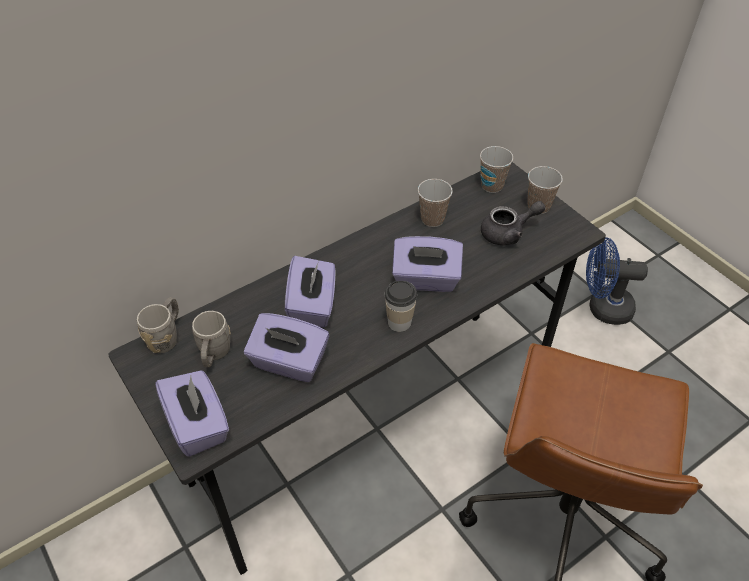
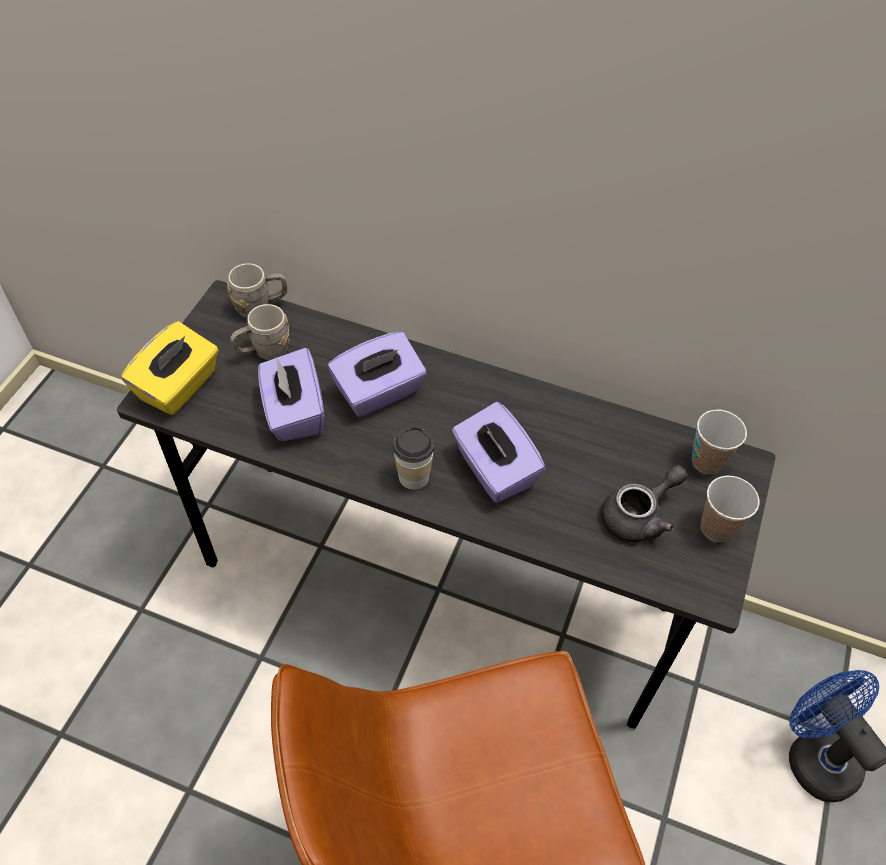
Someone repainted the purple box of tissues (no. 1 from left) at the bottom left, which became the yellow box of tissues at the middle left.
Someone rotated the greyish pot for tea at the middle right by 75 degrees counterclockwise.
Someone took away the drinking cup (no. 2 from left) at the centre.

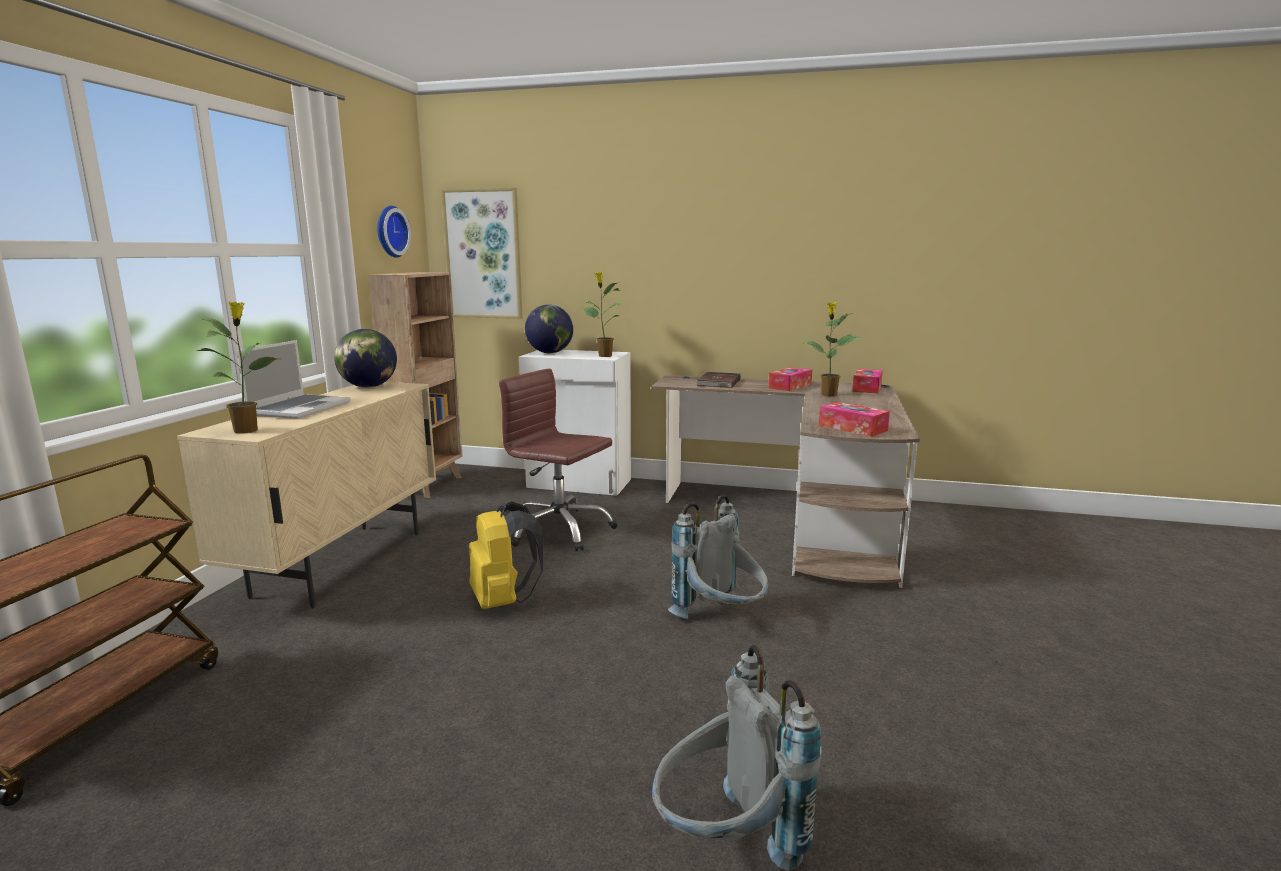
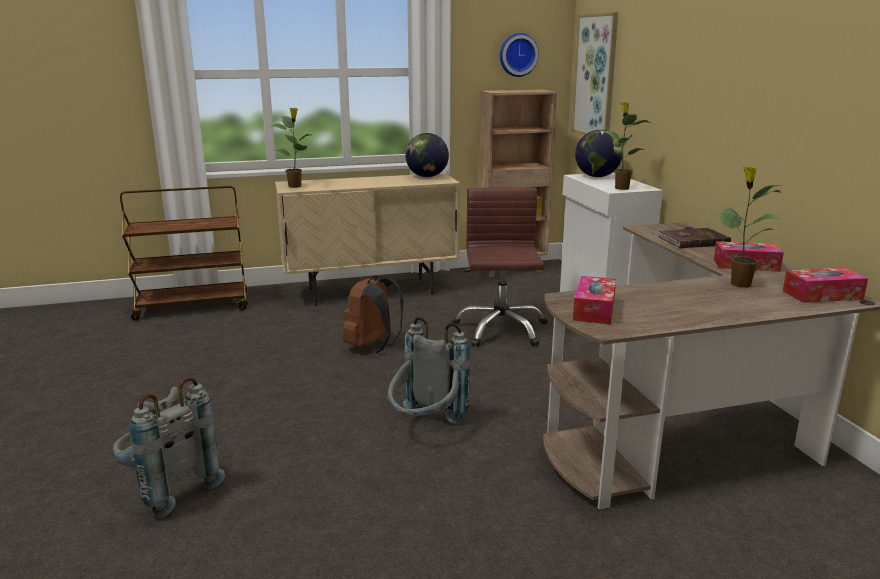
Someone repainted the yellow backpack at the centre, which became the brownish backpack at the centre.
Someone took away the laptop at the middle left.

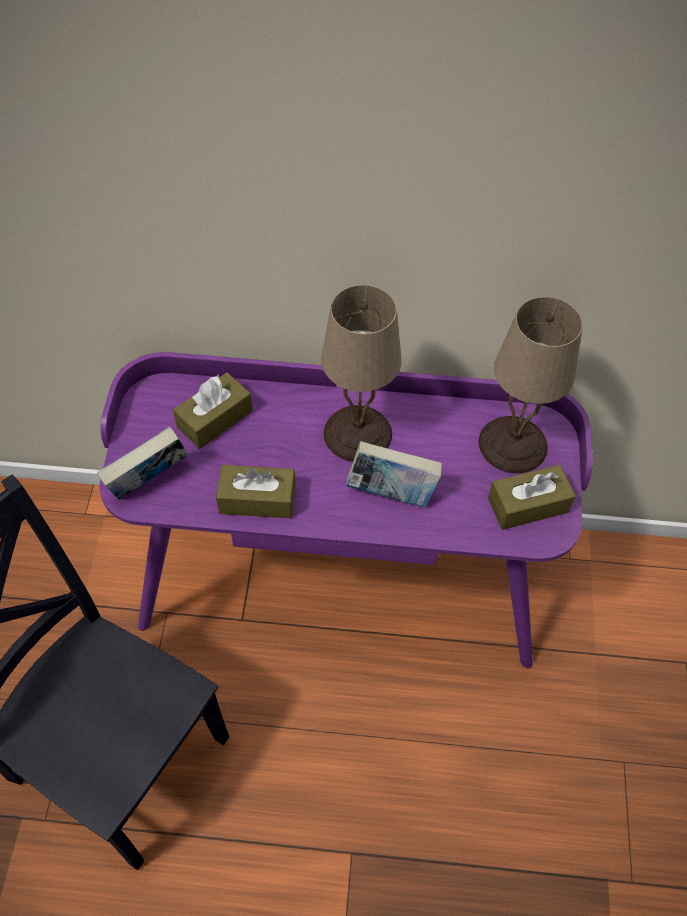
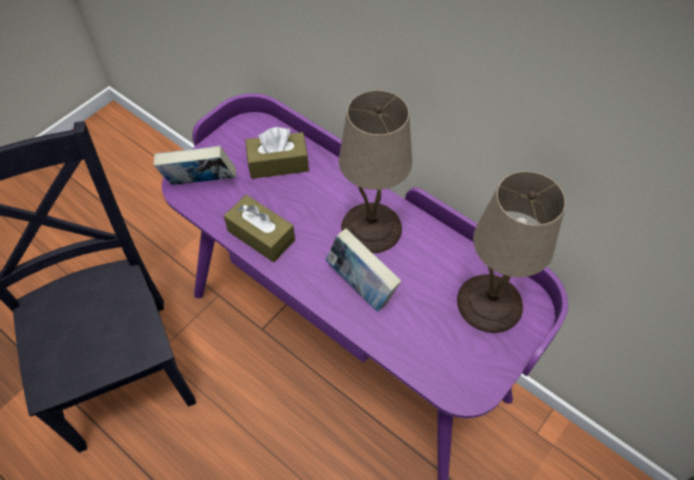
Someone took away the brownish box of tissues (no. 3 from left) at the middle right.

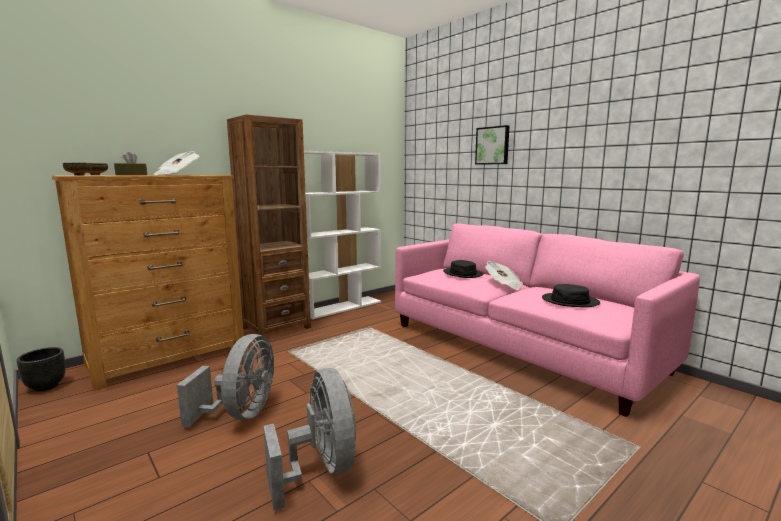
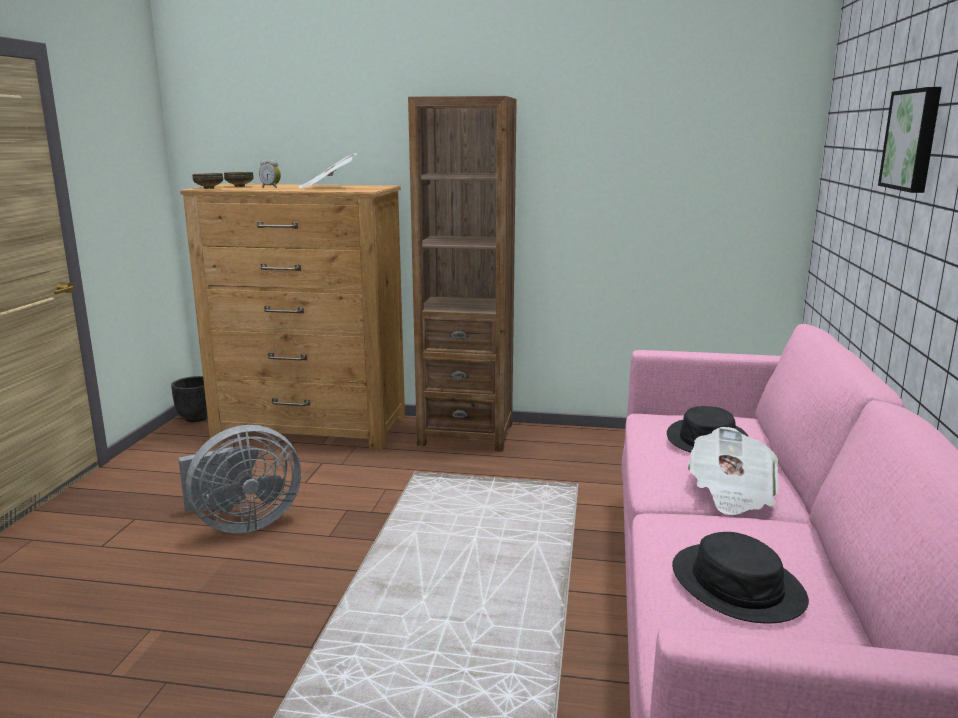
Someone swapped the brownish box of tissues at the top left for the bedside clock at the top left.
Someone took away the greyish electric fan (no. 2 from left) at the bottom centre.
Someone took away the white bookcase at the centre.

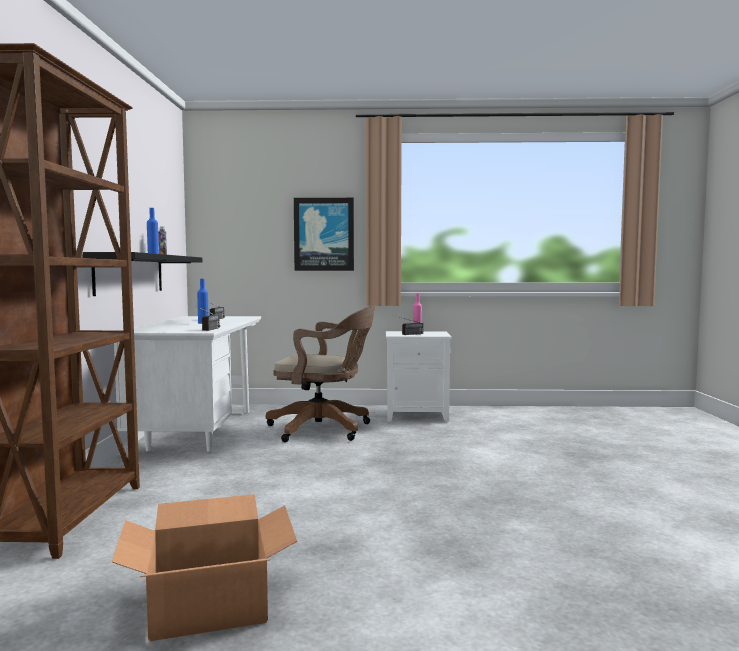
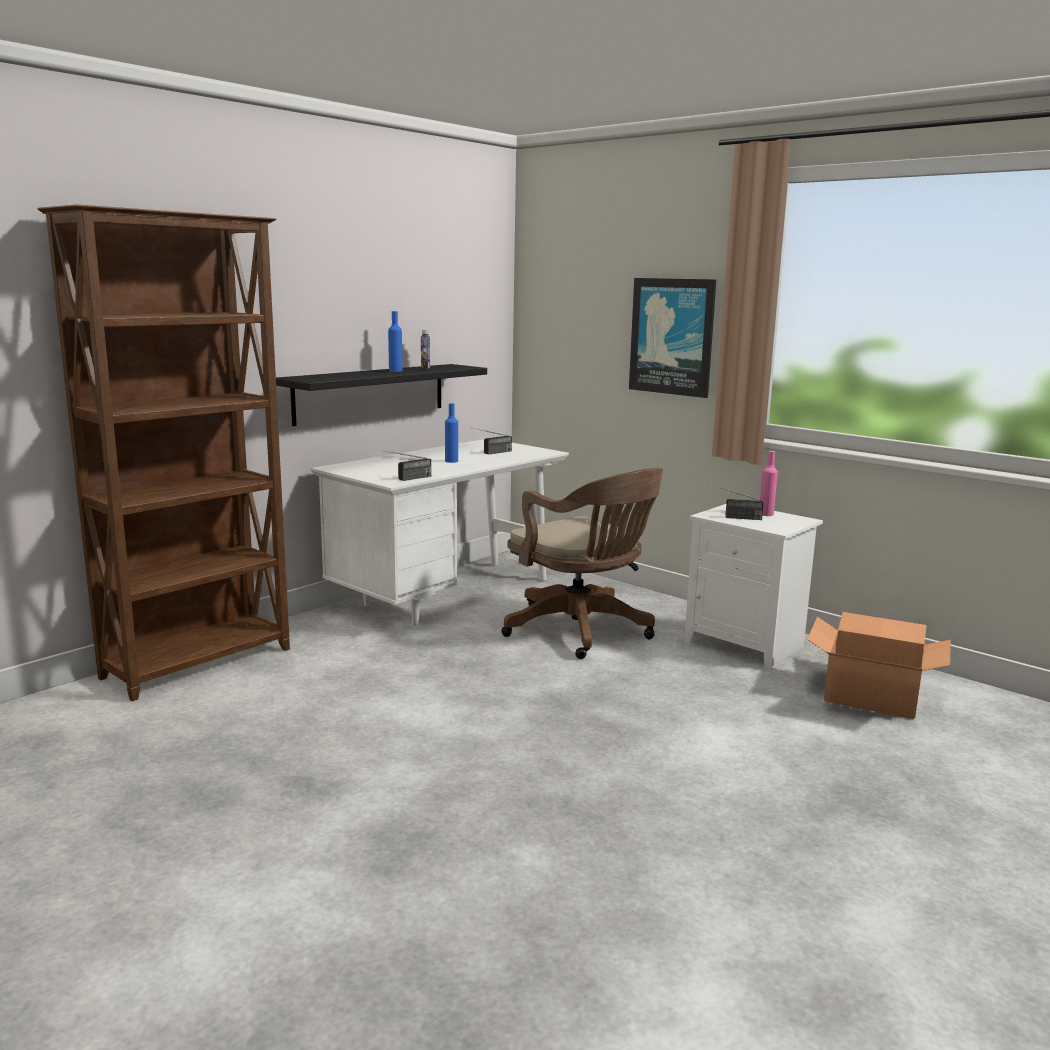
Someone carried the carton from the bottom left to the middle right.

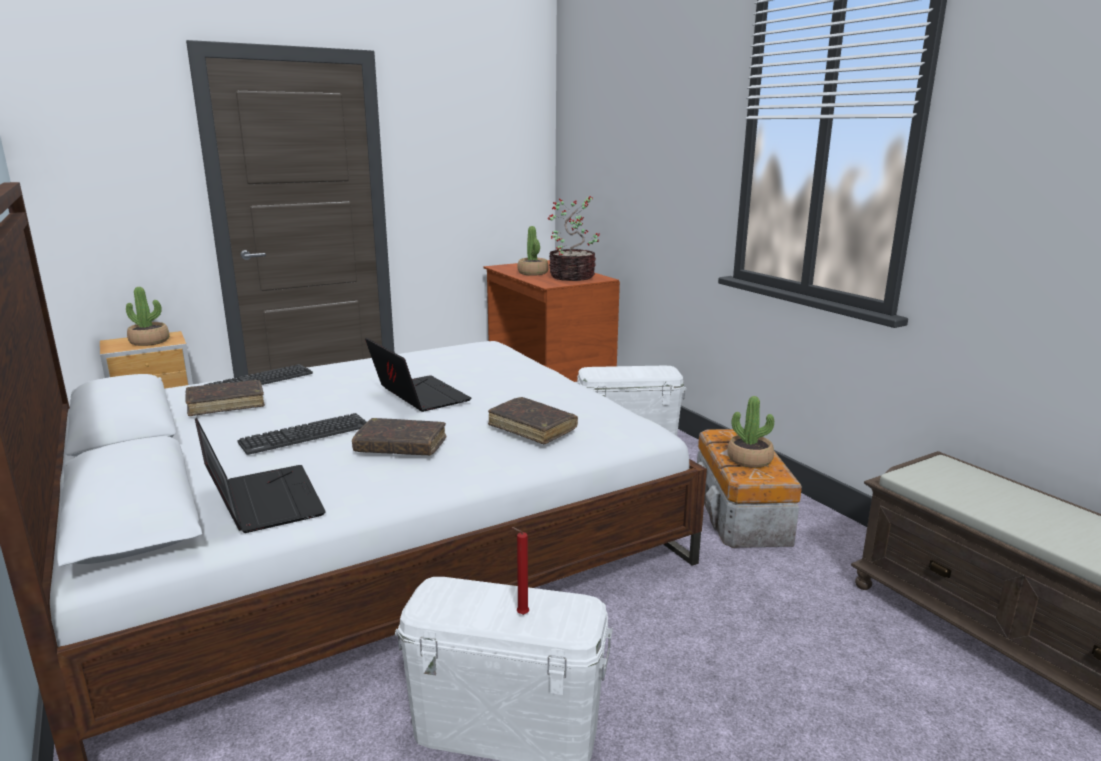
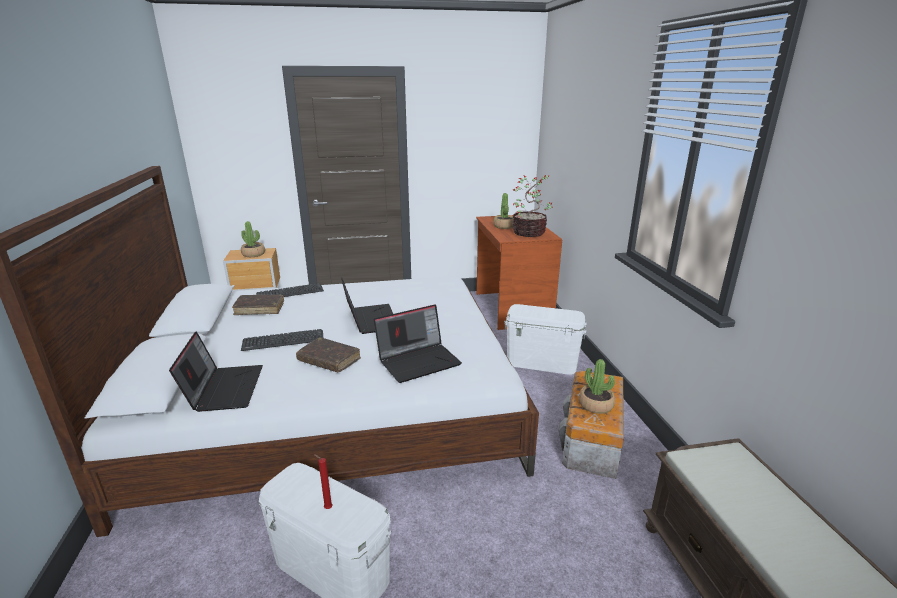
Someone swapped the brownish bound book (no. 3 from left) at the centre for the laptop (no. 3 from left) at the centre.

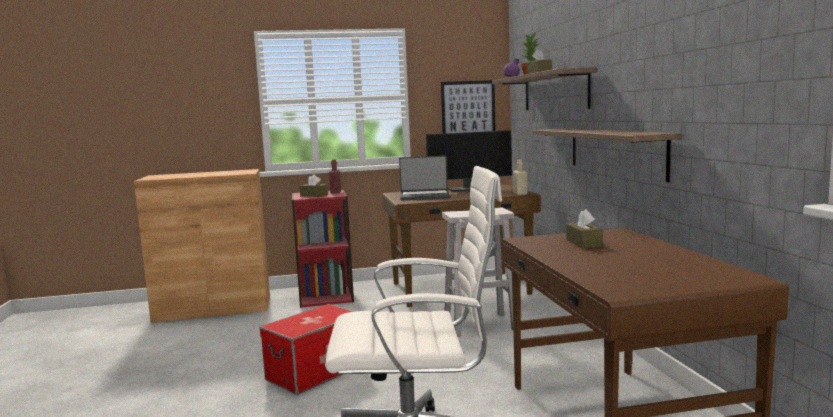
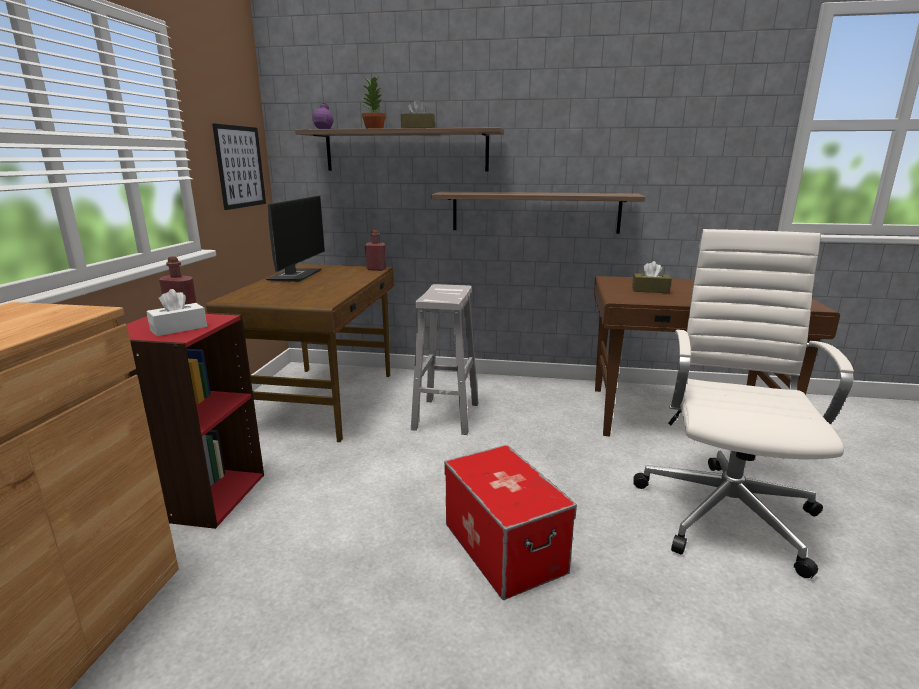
Someone repainted the brownish box of tissues (no. 1 from left) at the centre, which became the white box of tissues at the middle left.
Someone repainted the beige-coloured beverage bottle at the centre, which became the red beverage bottle (no. 2 from left) at the centre.
Someone took away the laptop at the centre.

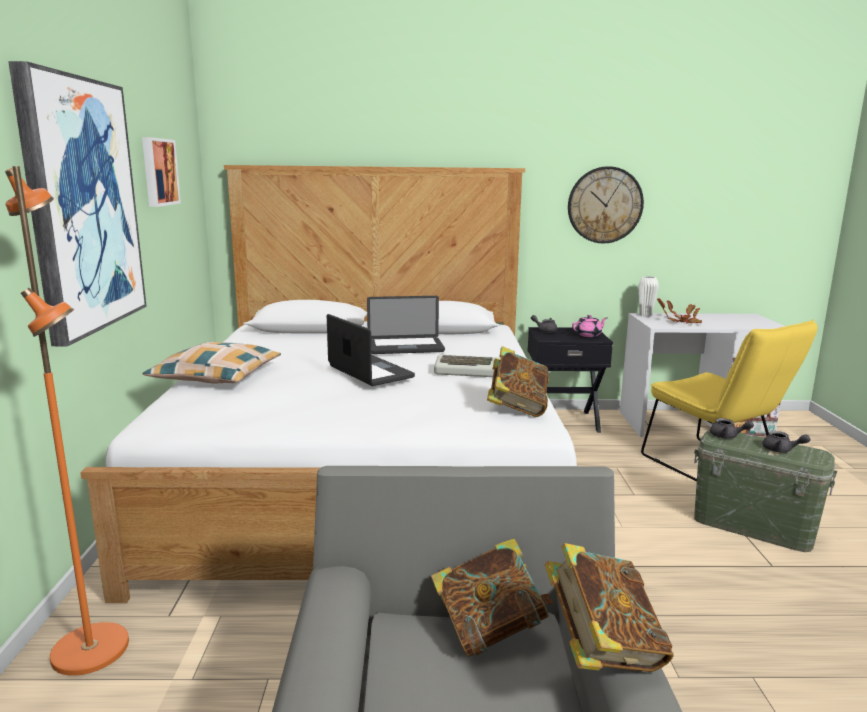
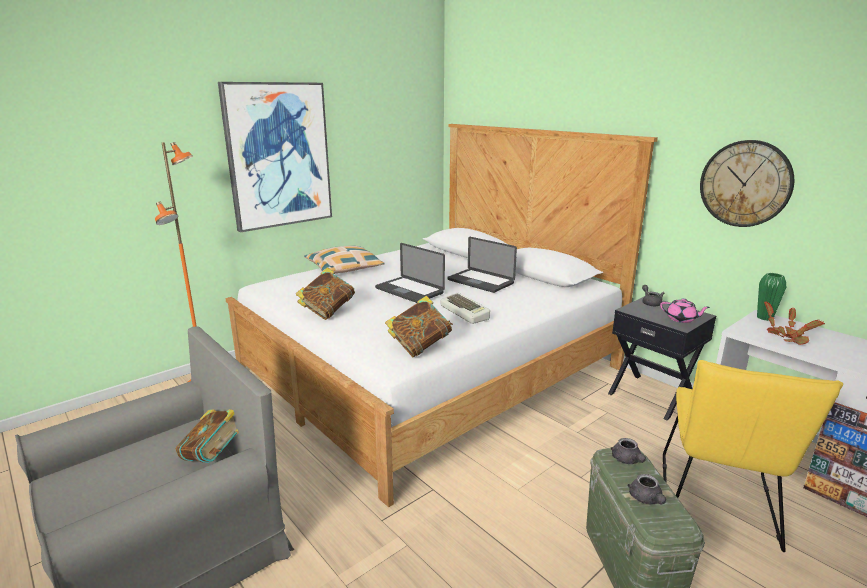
Someone carried the bound book (no. 3 from left in the first image) from the bottom right to the centre.
Someone rotated the laptop (no. 1 from left) at the centre by 120 degrees clockwise.
Someone repainted the white flower vase at the middle right, which became the green-coloured flower vase at the middle right.
Someone took away the wall art (no. 2 from left) at the top left.

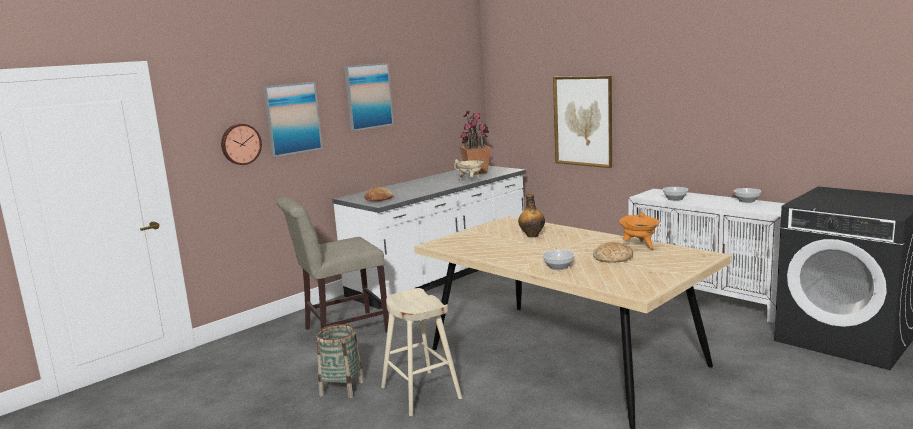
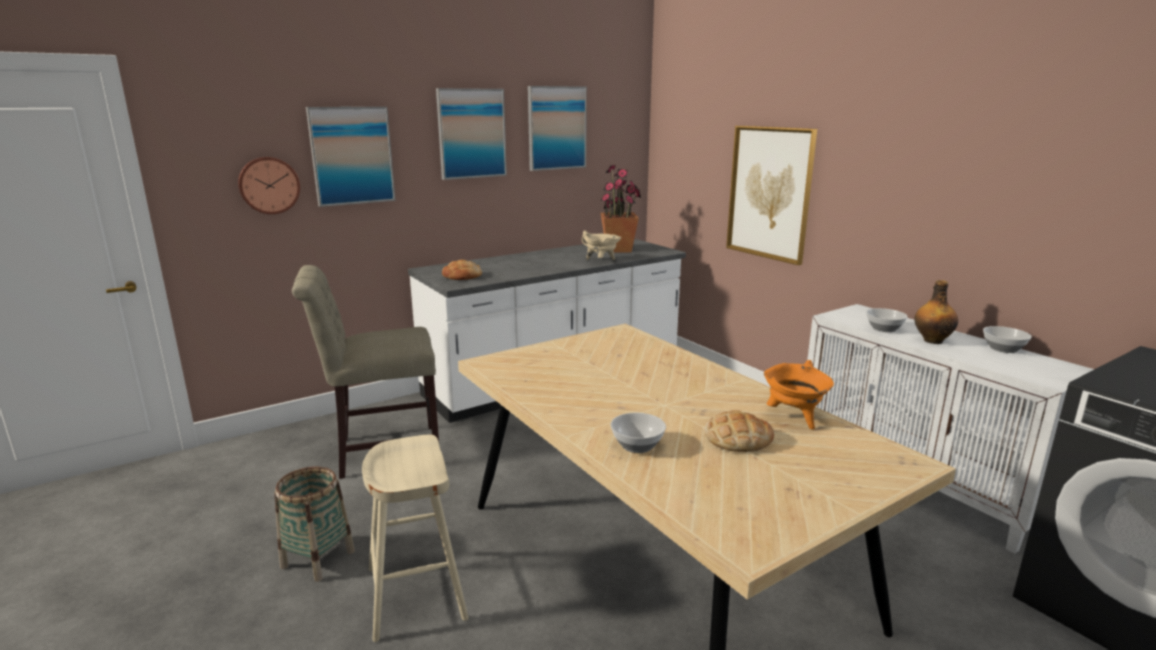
Someone put up the wall art (no. 3 from left) at the top centre.
Someone carried the beverage bottle from the centre to the middle right.

